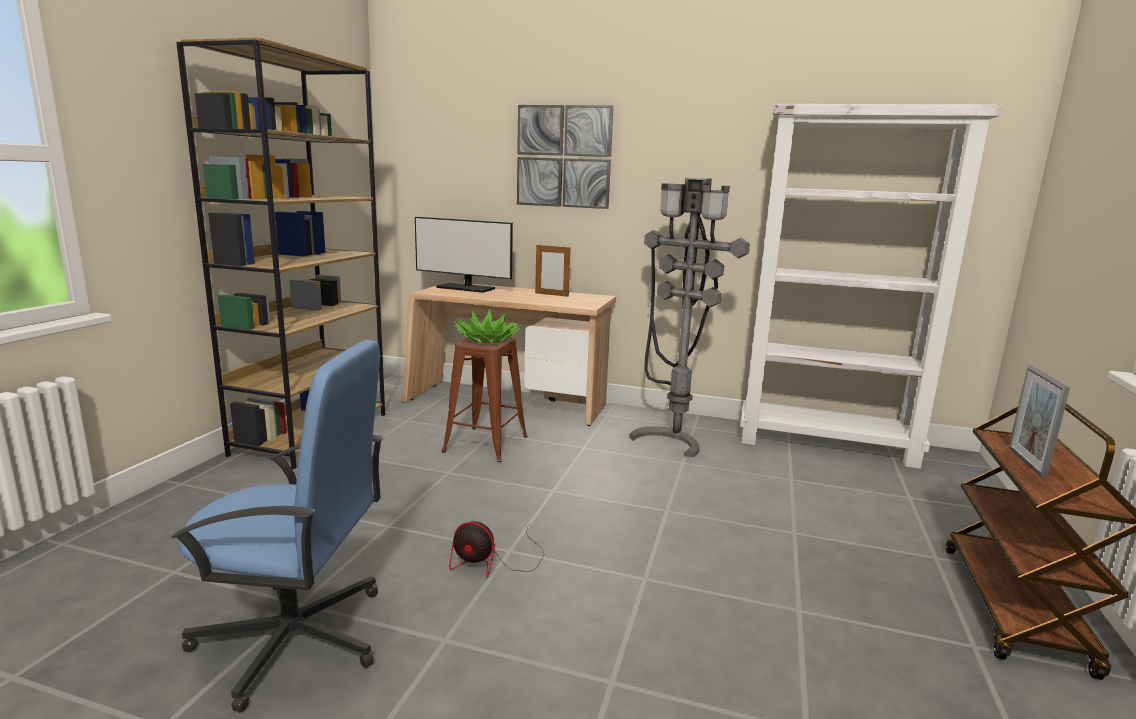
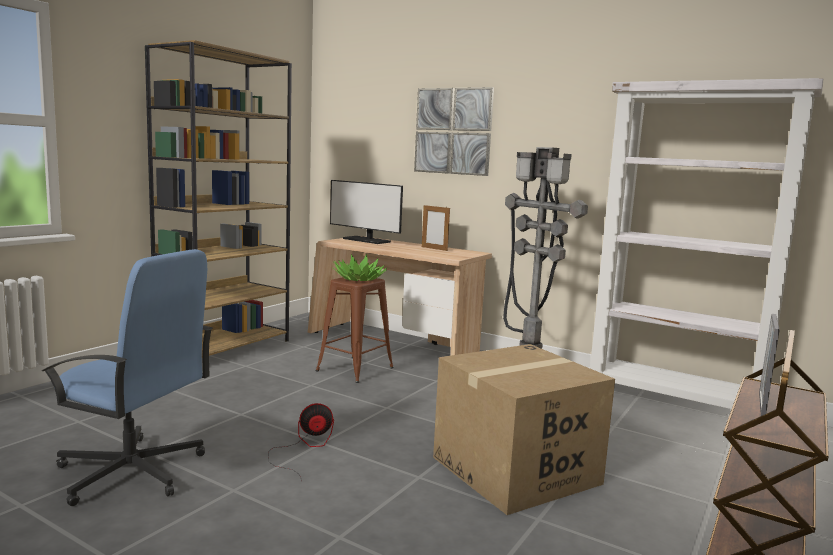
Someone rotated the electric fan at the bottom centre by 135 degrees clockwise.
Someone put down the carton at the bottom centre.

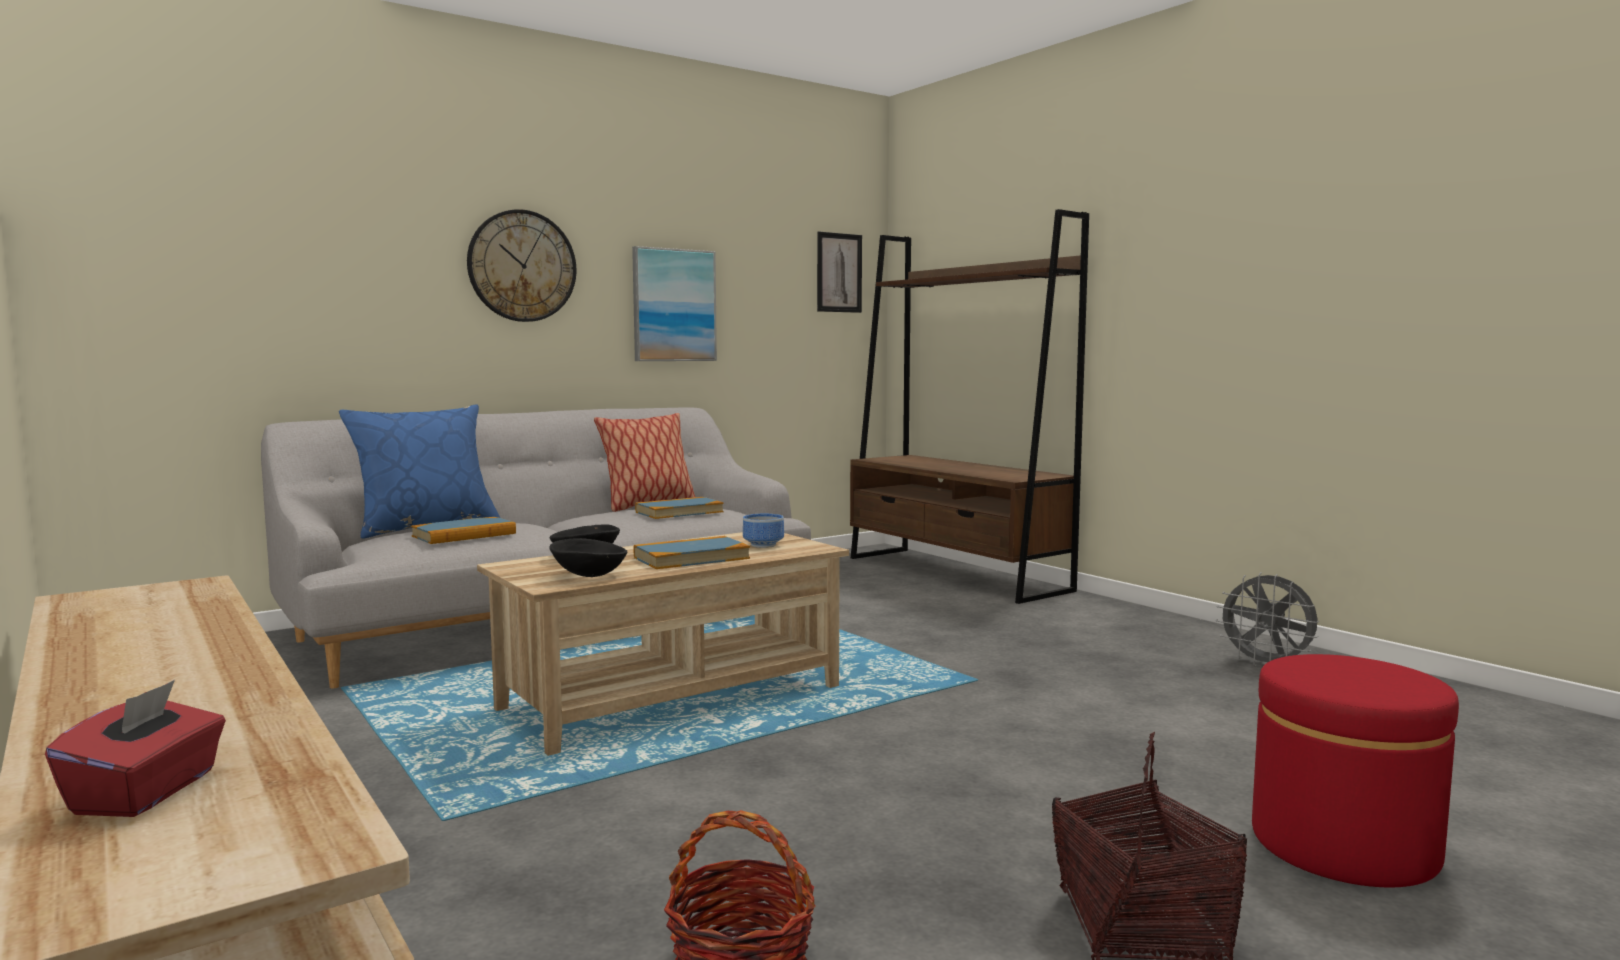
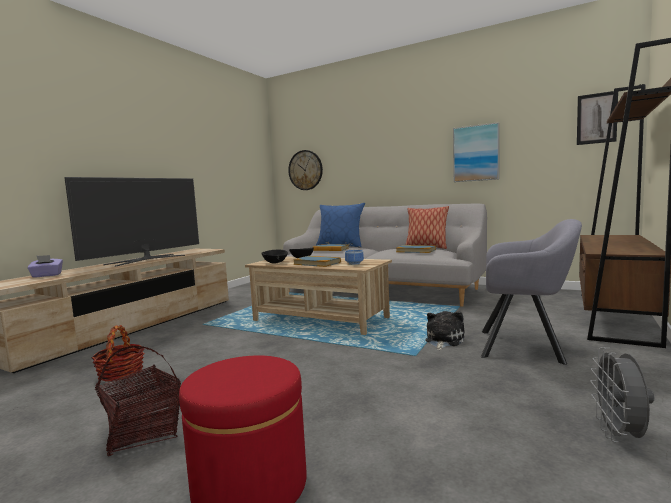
Someone repainted the red box of tissues at the bottom left, which became the purple box of tissues at the middle left.
Someone put down the TV at the middle left.
Someone carried the wall clock from the top left to the centre.
Someone put down the soft toy at the centre.
Someone put down the greyish armchair at the middle right.

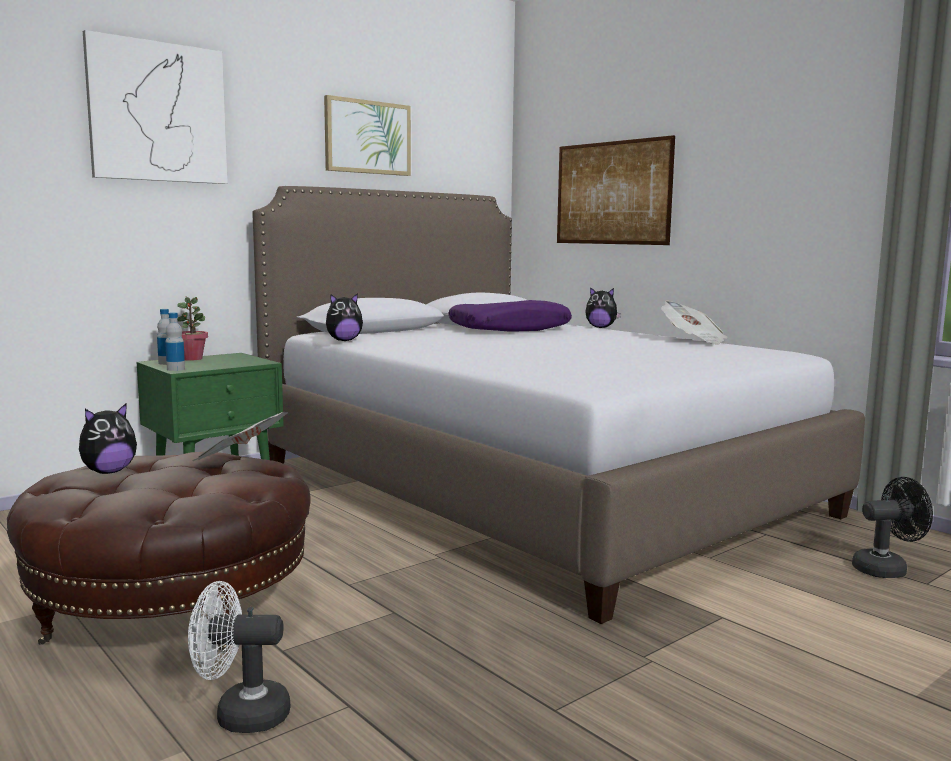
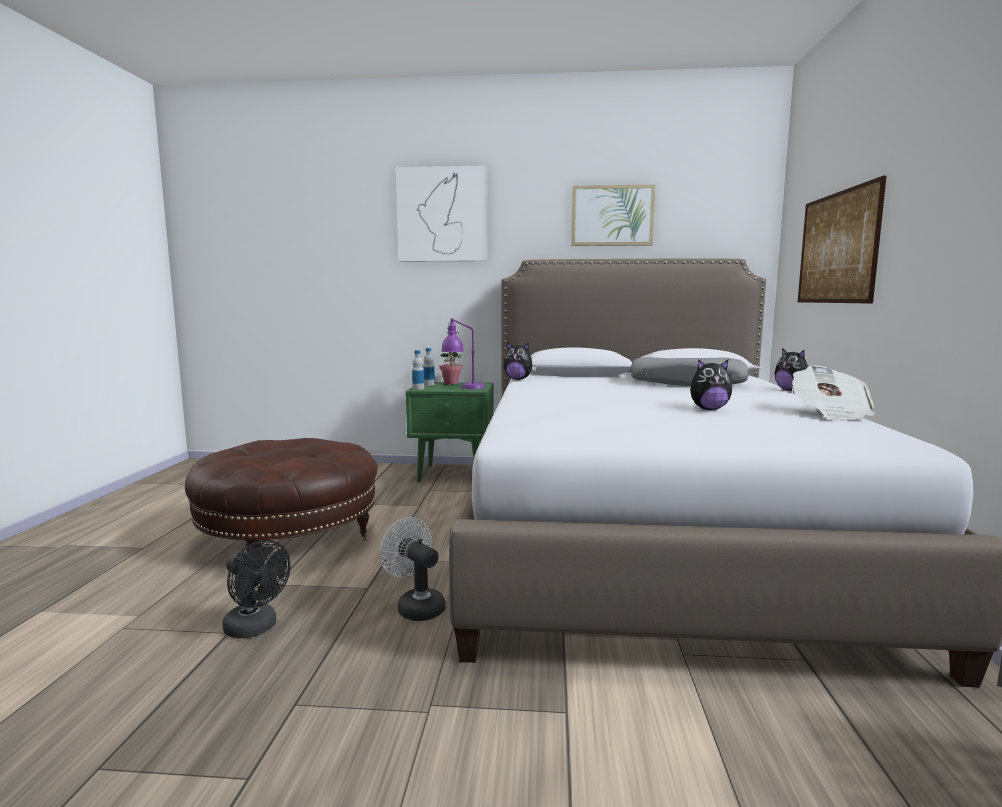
Someone carried the black-coloured electric fan from the bottom right to the bottom left.
Someone carried the white electric fan from the bottom left to the bottom centre.
Someone put down the purple table lamp at the centre.
Someone repainted the purple throw pillow at the centre, which became the greyish throw pillow at the middle right.
Someone carried the soft toy (no. 1 from left in the first image) from the middle left to the middle right.
Someone took away the newspaper (no. 1 from left) at the middle left.

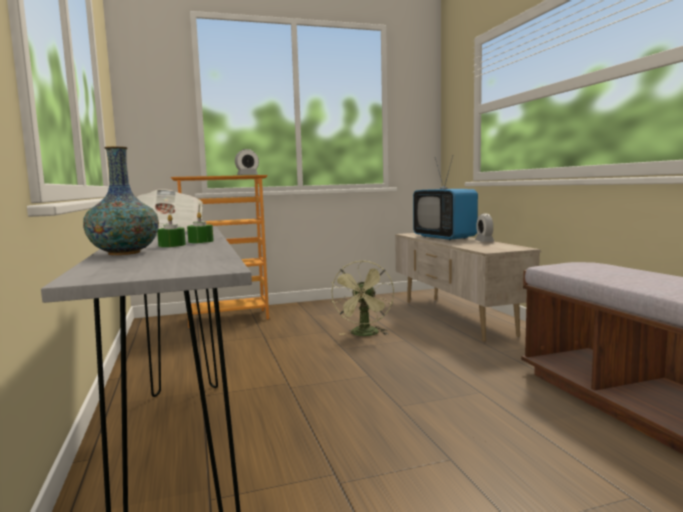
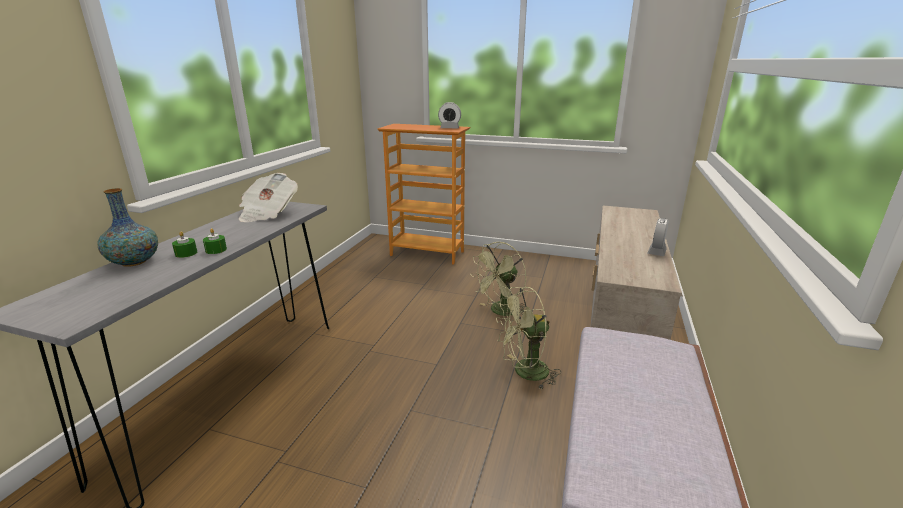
Someone put down the green-coloured electric fan (no. 2 from left) at the centre.
Someone took away the TV at the centre.

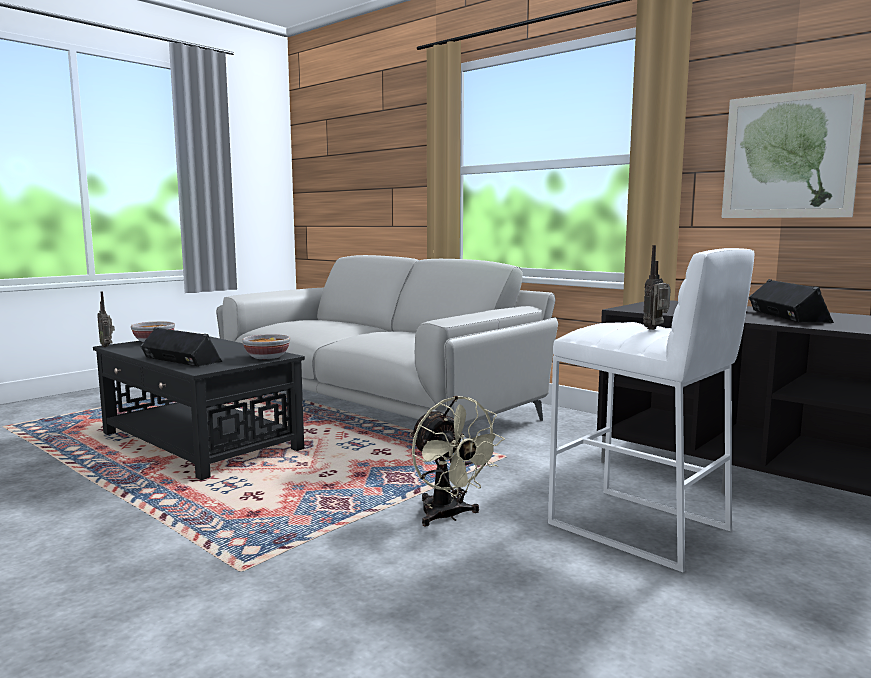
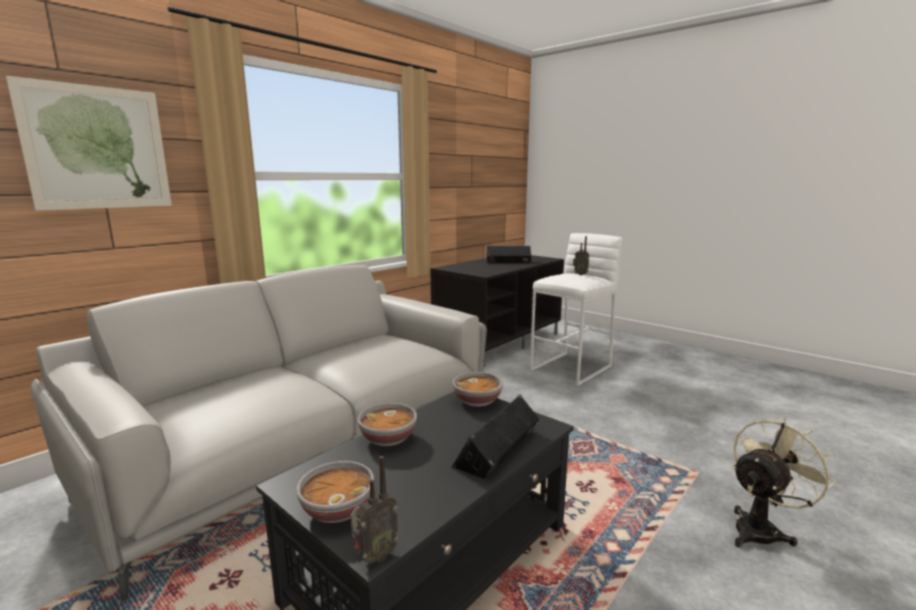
Someone carried the wall art from the top right to the top left.
Someone put down the deep dish (no. 2 from left) at the bottom centre.
Someone carried the beige-coloured electric fan from the bottom centre to the bottom right.

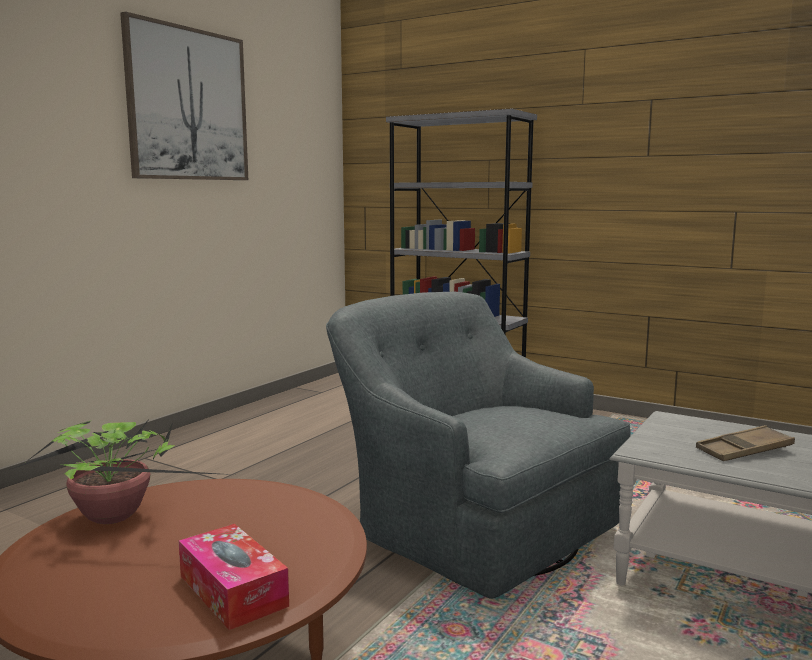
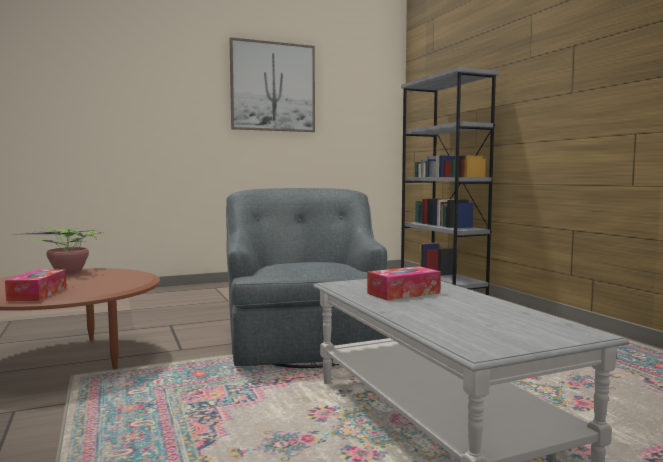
Someone swapped the brownish carrying tray at the bottom right for the box of tissues (no. 2 from left) at the centre.

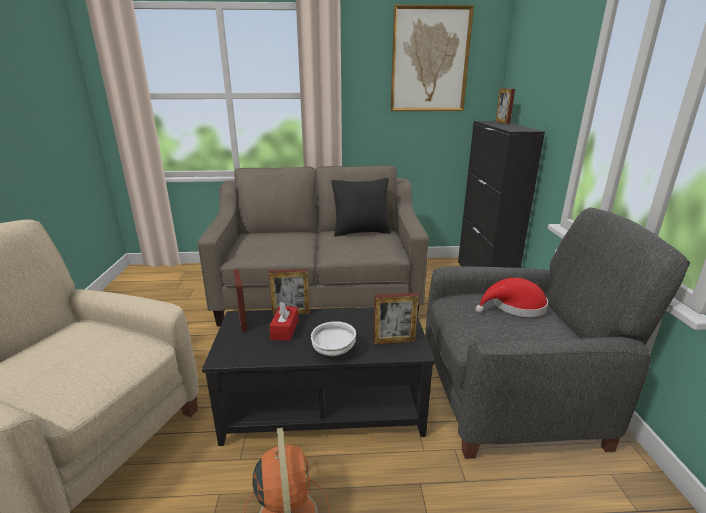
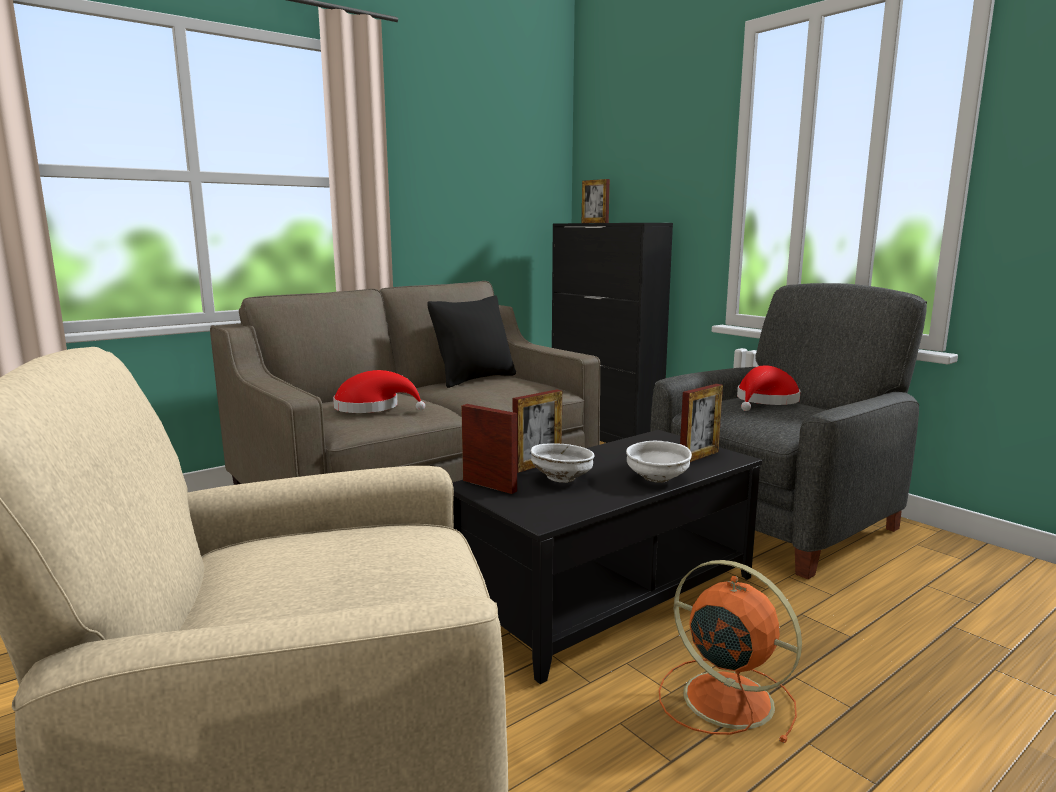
Someone put down the red clothing hat (no. 1 from left) at the centre.
Someone swapped the red box of tissues at the centre for the white deep dish (no. 1 from left) at the centre.
Someone took away the wall art at the top centre.

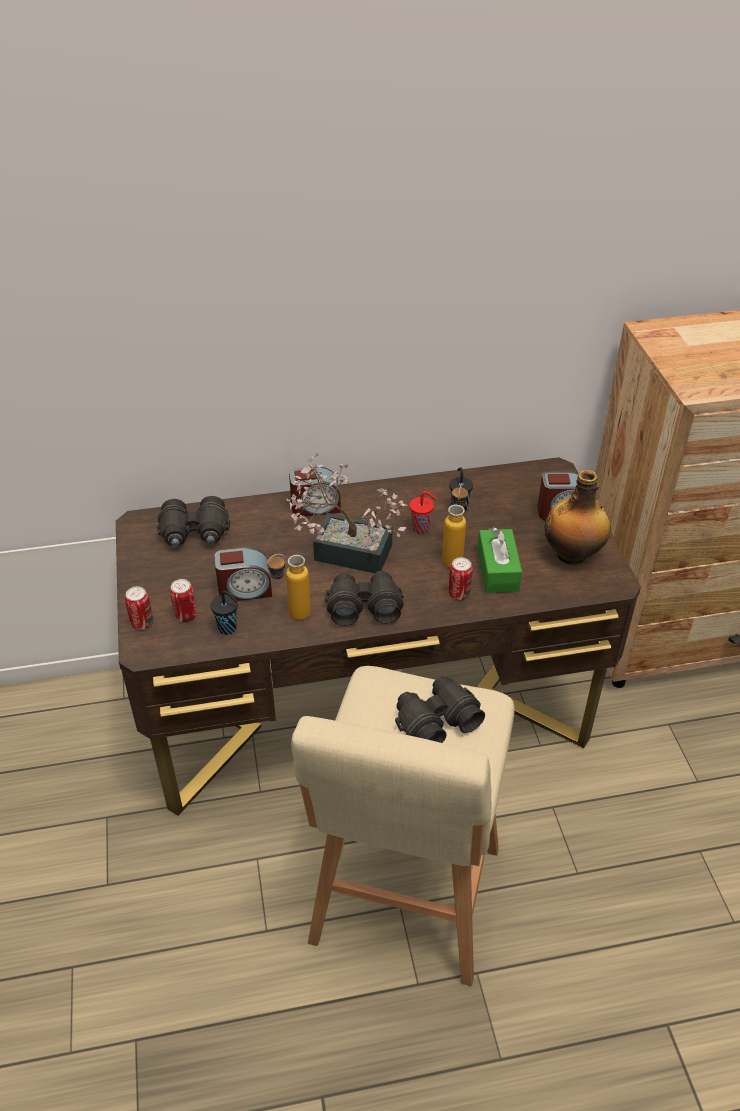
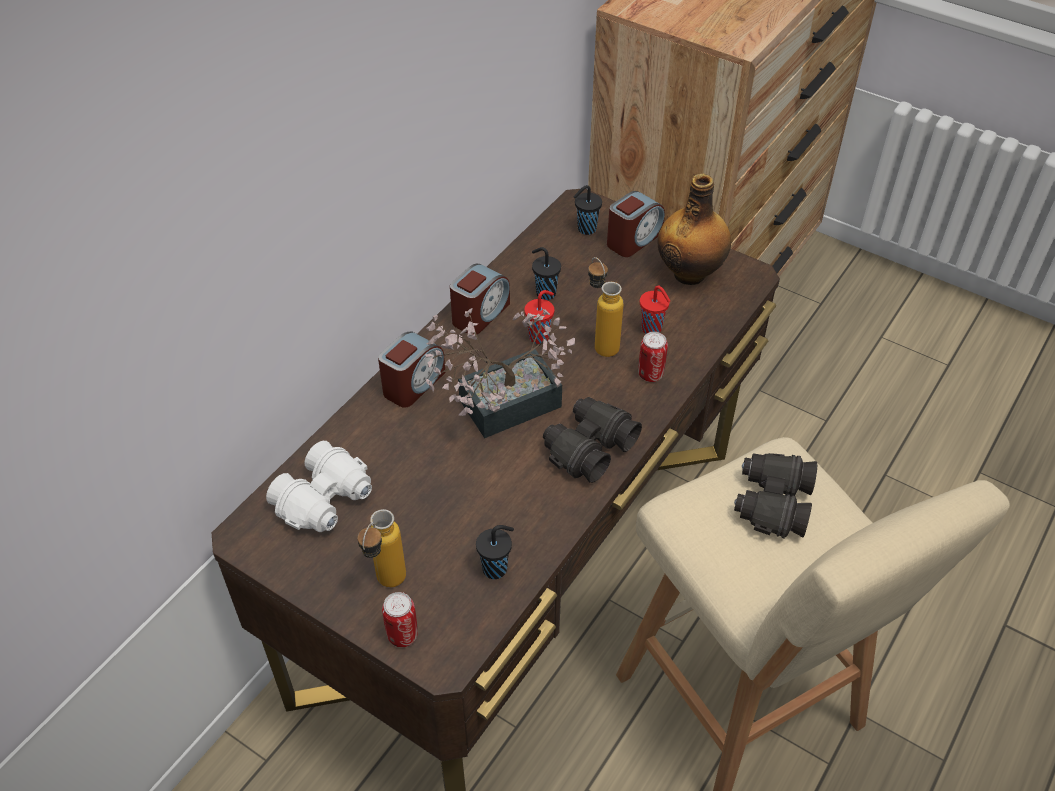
Someone repainted the black-coloured pair of binoculars (no. 1 from left) at the middle left, which became the white pair of binoculars at the middle left.
Someone carried the beverage bottle (no. 1 from left) from the centre to the bottom centre.
Someone carried the bedside clock (no. 1 from left in the first image) from the middle left to the centre.
Someone put down the black-coloured drinking cup (no. 3 from left) at the top centre.
Someone swapped the green-coloured box of tissues at the middle right for the red drinking cup (no. 2 from left) at the centre.
Someone took away the can (no. 2 from left) at the middle left.

